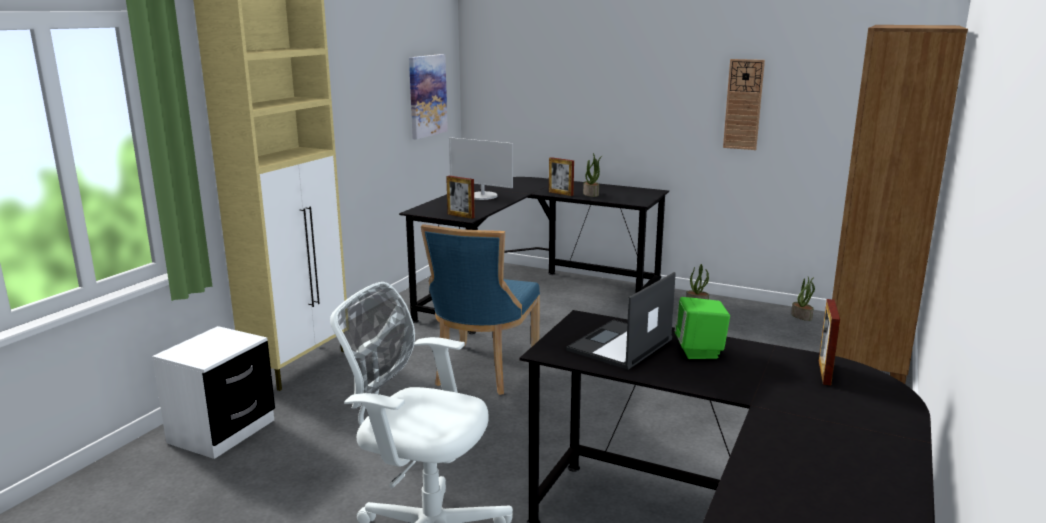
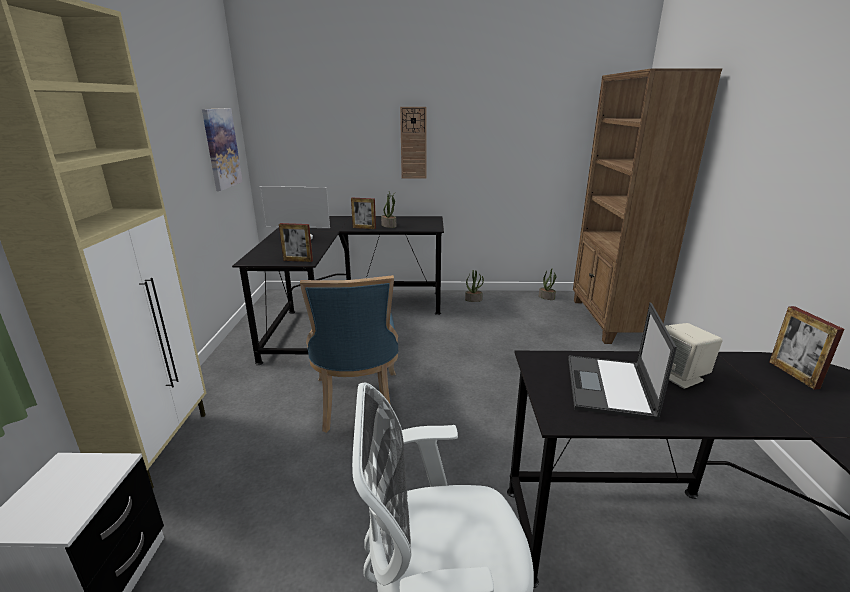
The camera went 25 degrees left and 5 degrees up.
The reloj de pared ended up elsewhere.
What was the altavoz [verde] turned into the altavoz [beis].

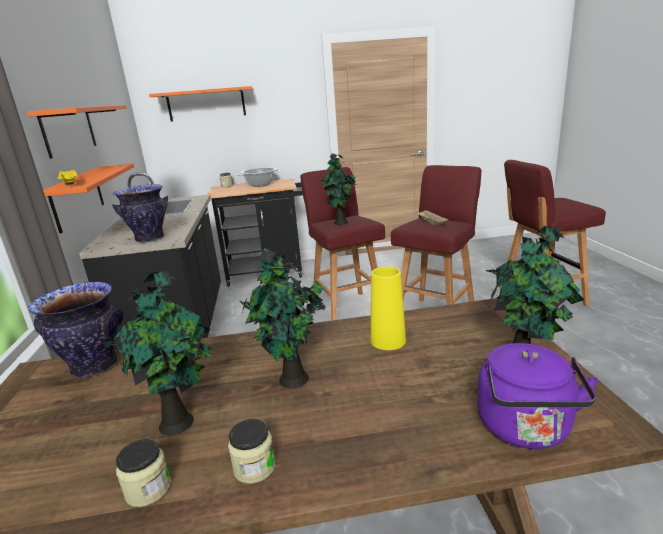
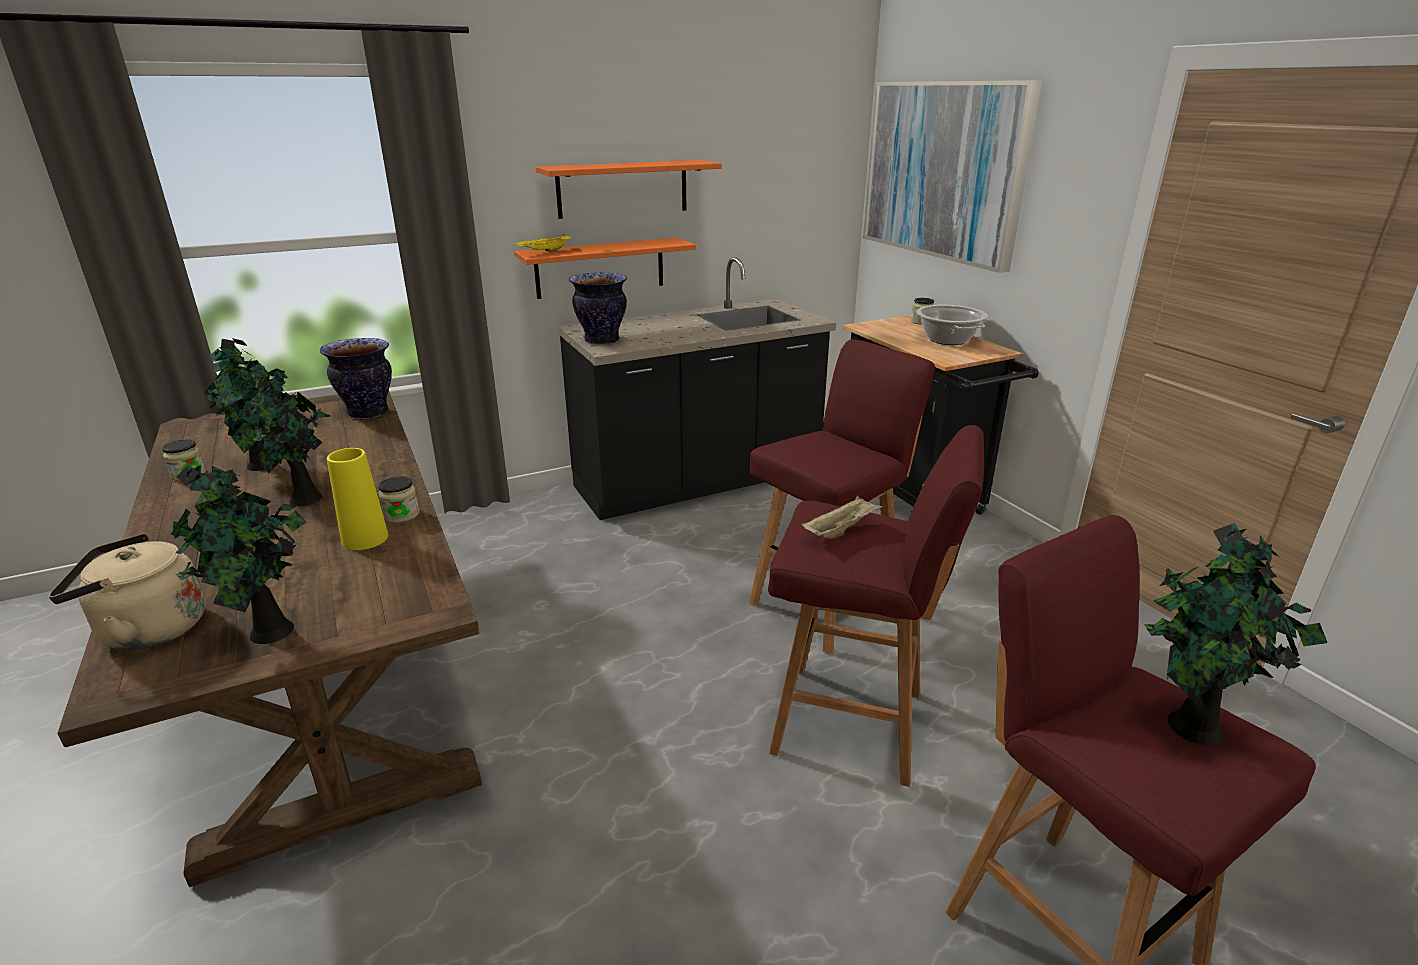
The camera went 70 degrees right and 5 degrees up.
What was the hervidor [morado] turned into the hervidor [beis].
The tarro (3rd from left in the first image) ended up elsewhere.
Where the estante [naranja] (3rd from left) hung, the cuadro came to hang.
The planta en maceta (3rd from left in the first image) ended up elsewhere.

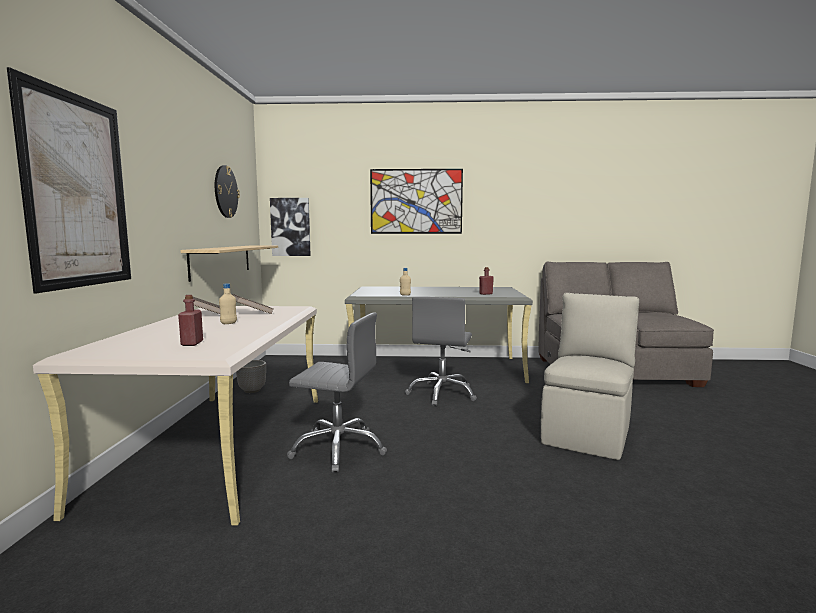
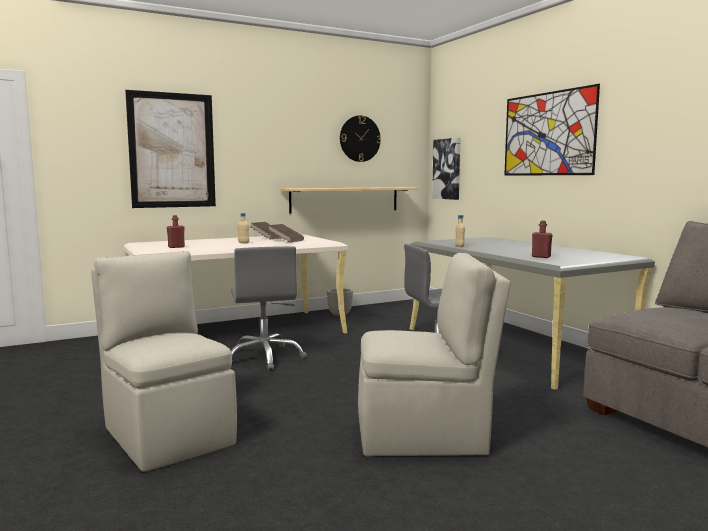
The camera went 60 degrees right and 0 degrees up.
The second view gained the silla [beis] (1st from left).

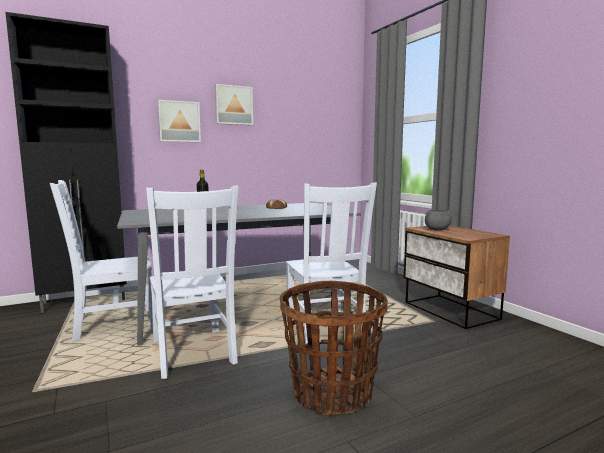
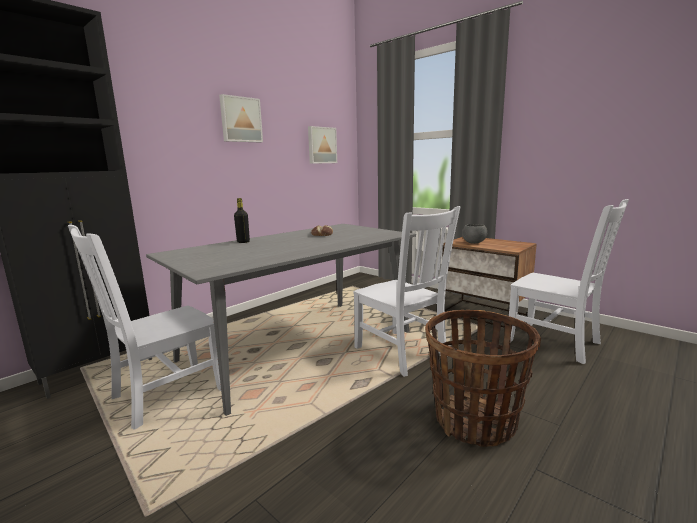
The camera went 20 degrees left and 5 degrees up.
The cuadro (1st from left in the first image) ended up elsewhere.
The silla [blanco] (2nd from left in the first image) ended up elsewhere.

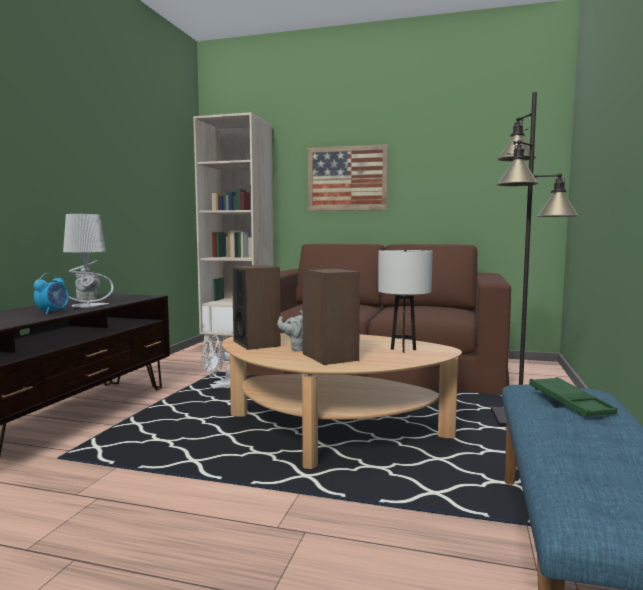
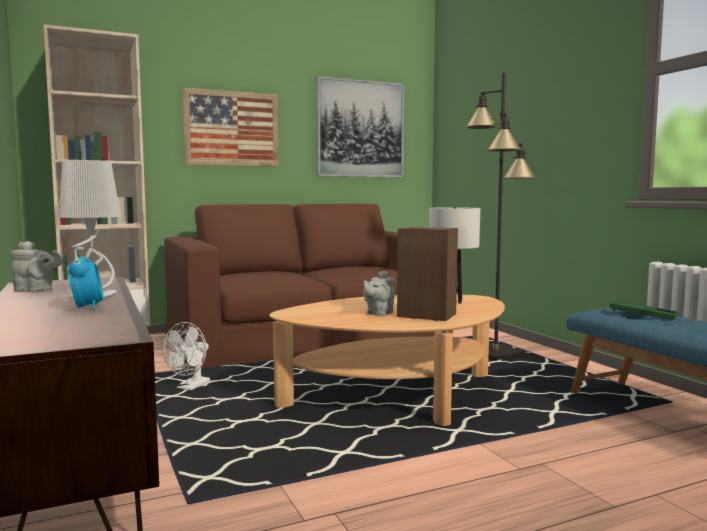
The camera went 40 degrees left and 0 degrees up.
The second view gained the cuadro (2nd from left).
The second view lost the altavoz (1st from left).

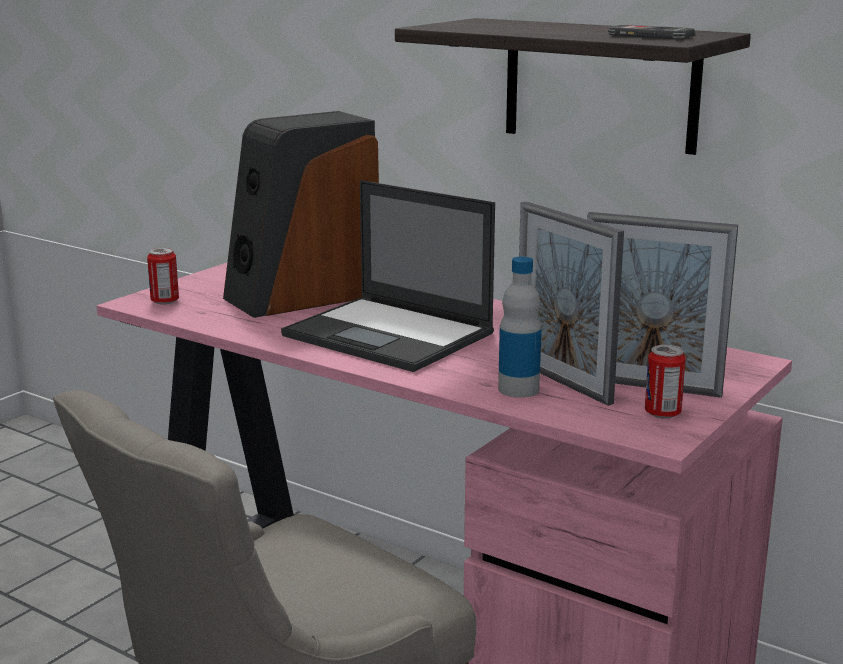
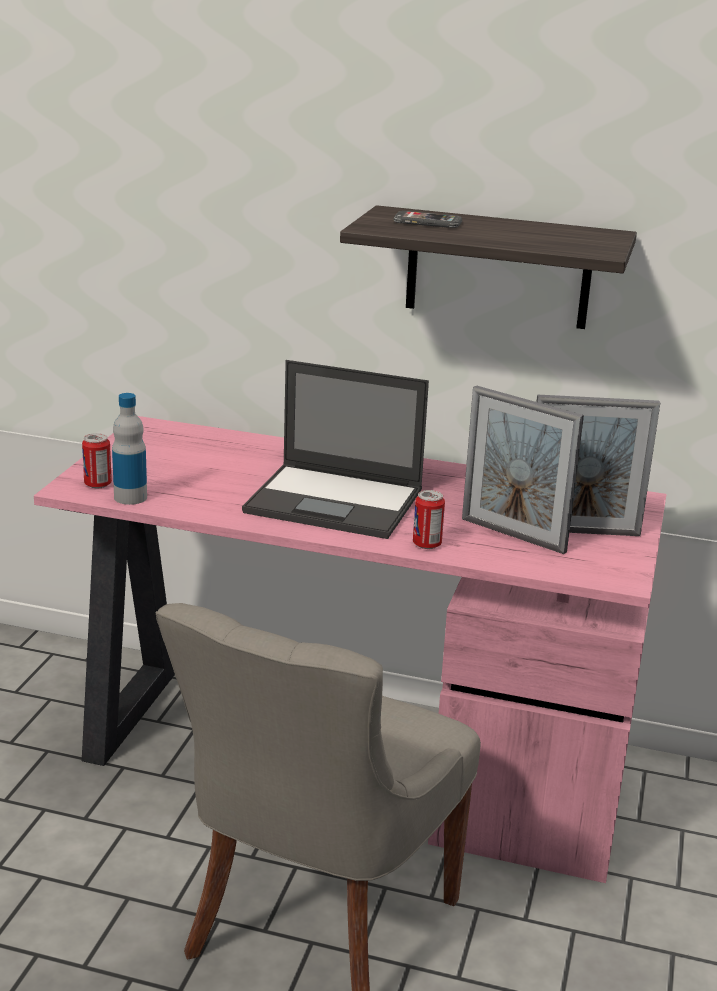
The camera went 20 degrees left and 5 degrees up.
The botella ended up elsewhere.
The móvil ended up elsewhere.
The lata (2nd from left) ended up elsewhere.
The second view lost the altavoz.

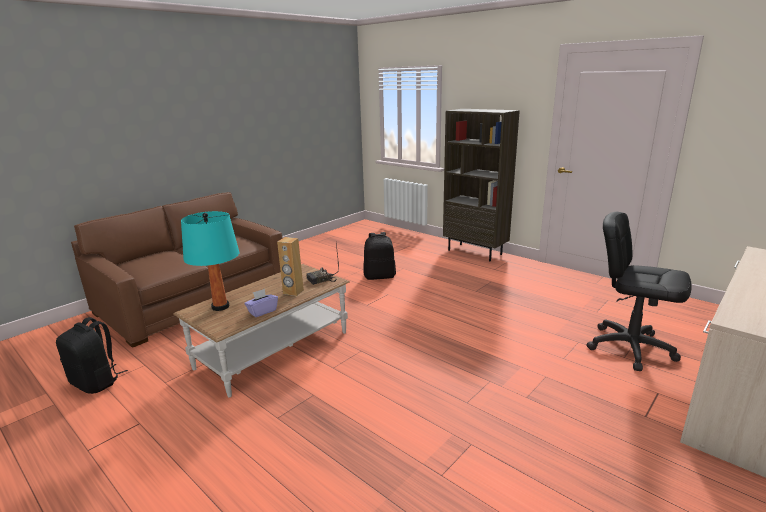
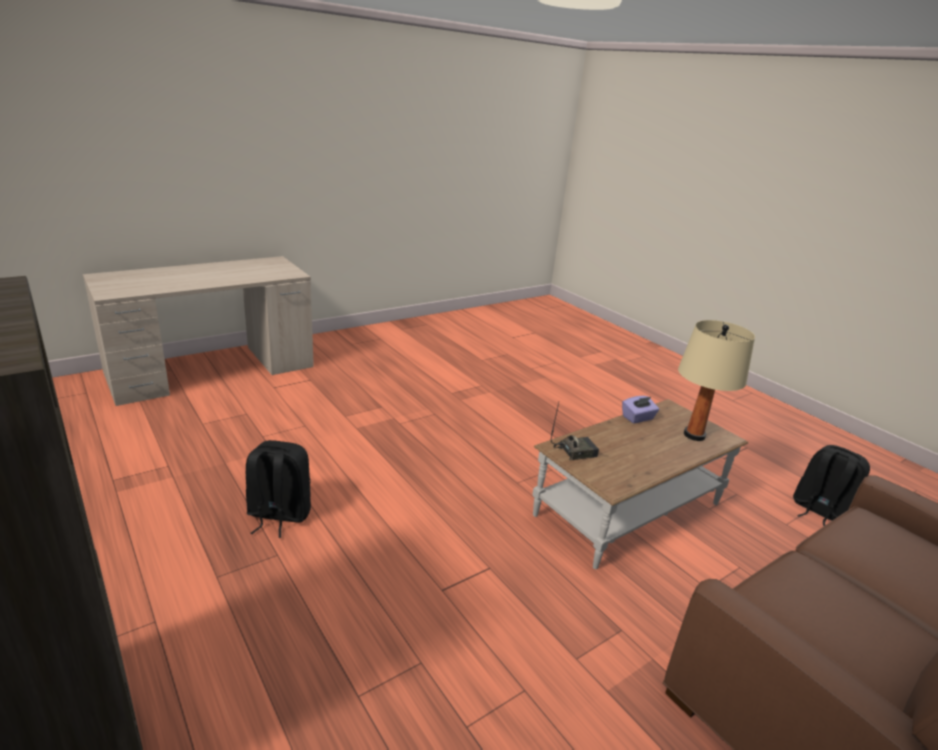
The camera went 170 degrees left and 5 degrees up.
The mochila [negro] (2nd from left in the first image) ended up elsewhere.
What was the lámpara de mesa [turquesa] turned into the lámpara de mesa [beis].
The second view lost the altavoz [marrón].
The second view lost the silla de oficina [negro].

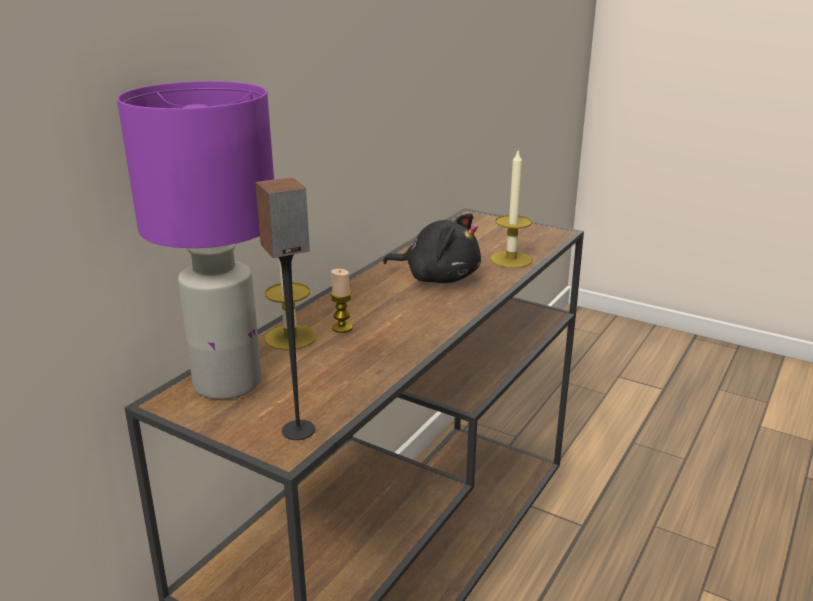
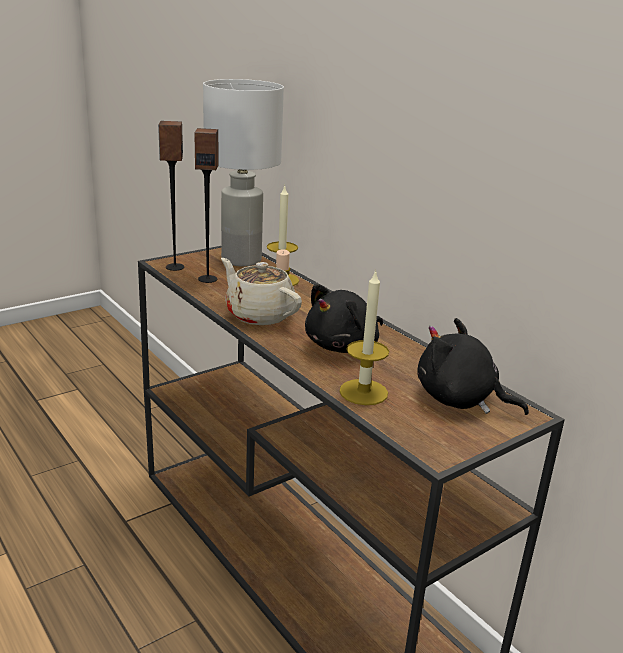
The camera went 110 degrees right and 0 degrees up.
The second view gained the altavoz (2nd from left).
What was the lámpara de mesa [morado] turned into the lámpara de mesa [blanco].
The second view gained the tetera [beis].
The second view gained the peluche [negro] (2nd from left).

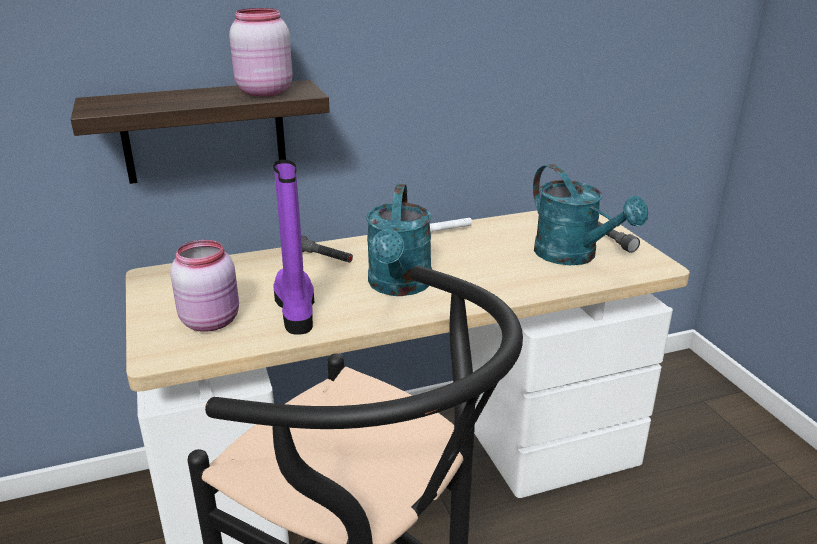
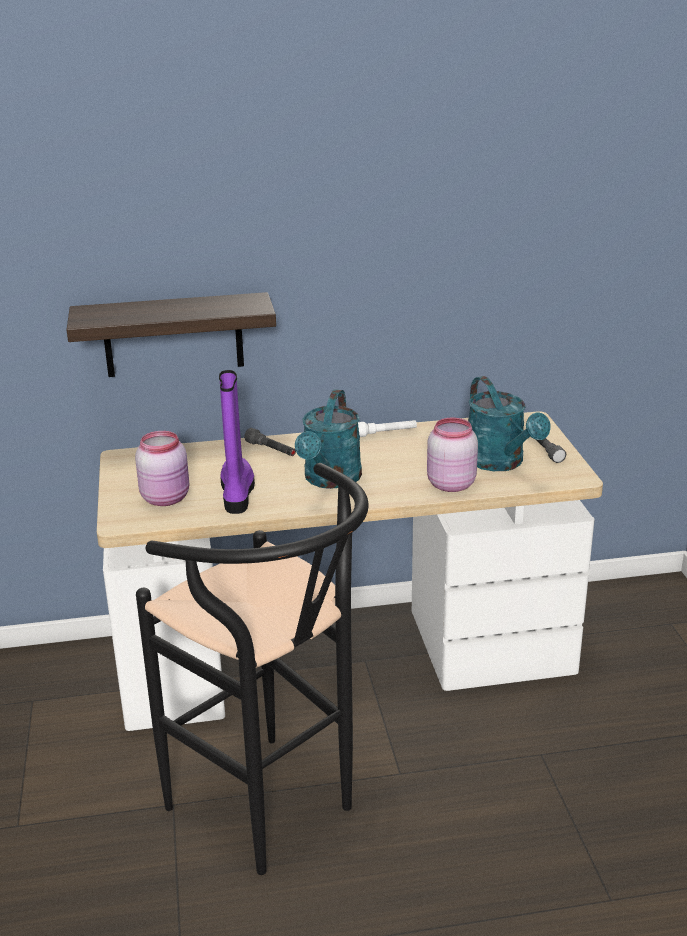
The camera went 10 degrees right and 0 degrees up.
The tarro [rosa] (2nd from left) ended up elsewhere.

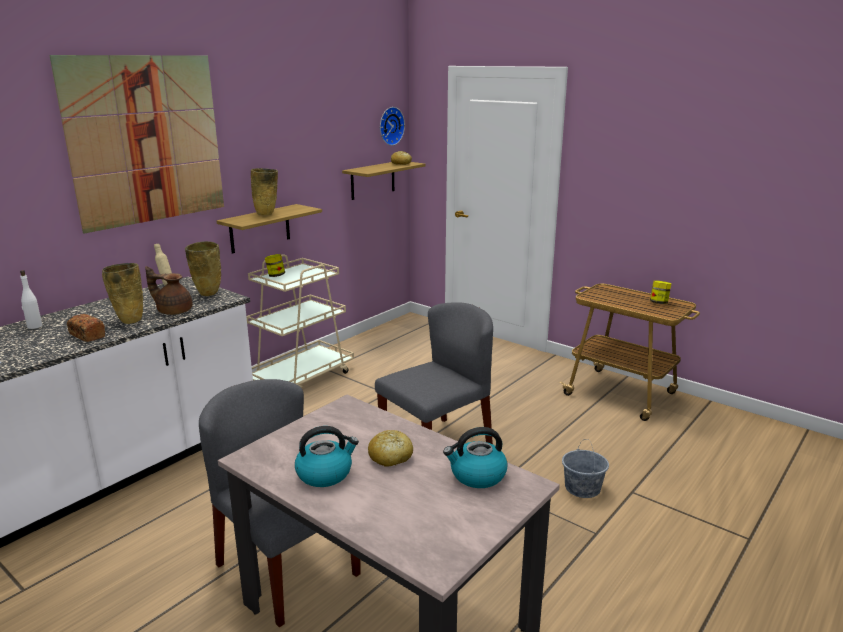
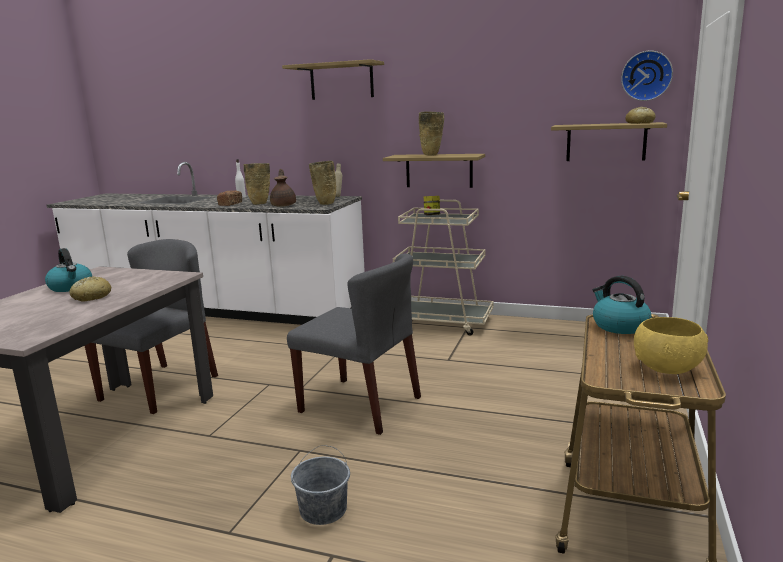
The camera went 70 degrees right and 5 degrees down.
Where the cuadro hung, the estante (1st from left) came to hang.
The hervidor (2nd from left) ended up elsewhere.
Where the tarro (2nd from left) stood, the cuenco [amarillo] came to stand.

